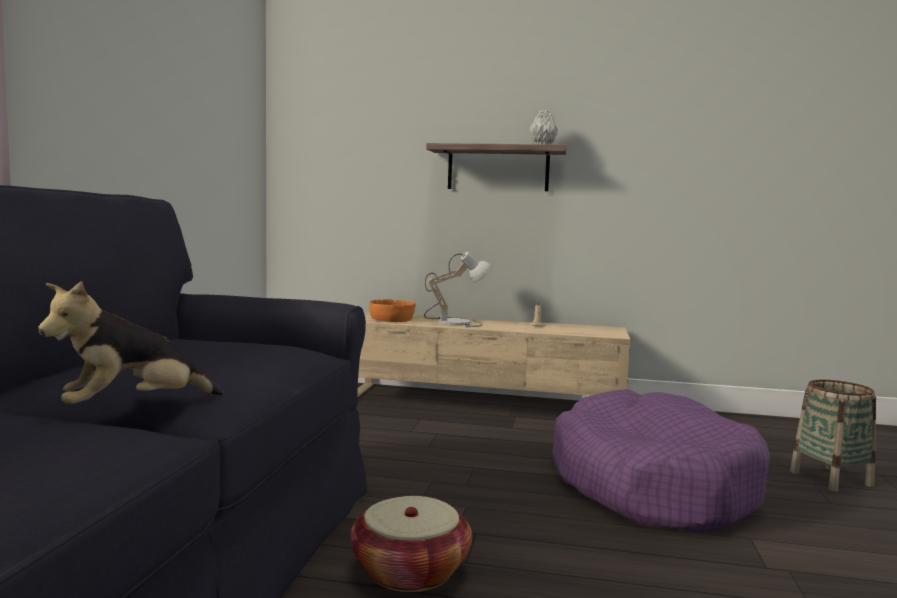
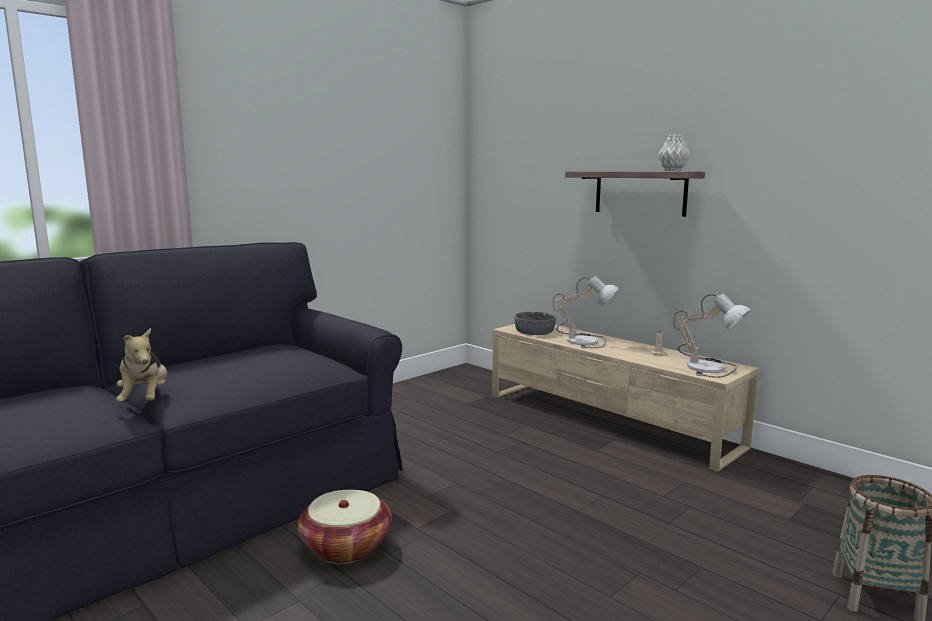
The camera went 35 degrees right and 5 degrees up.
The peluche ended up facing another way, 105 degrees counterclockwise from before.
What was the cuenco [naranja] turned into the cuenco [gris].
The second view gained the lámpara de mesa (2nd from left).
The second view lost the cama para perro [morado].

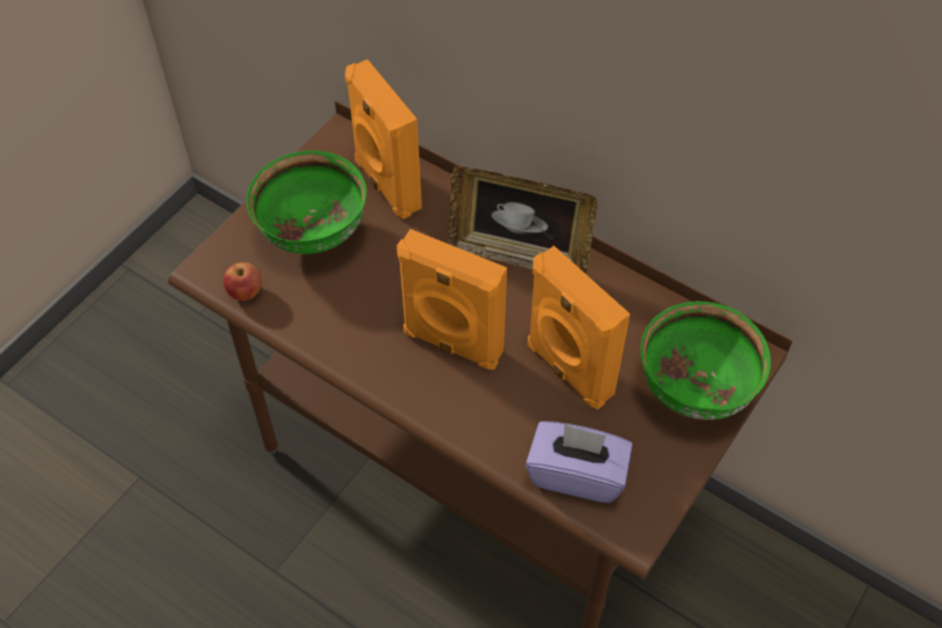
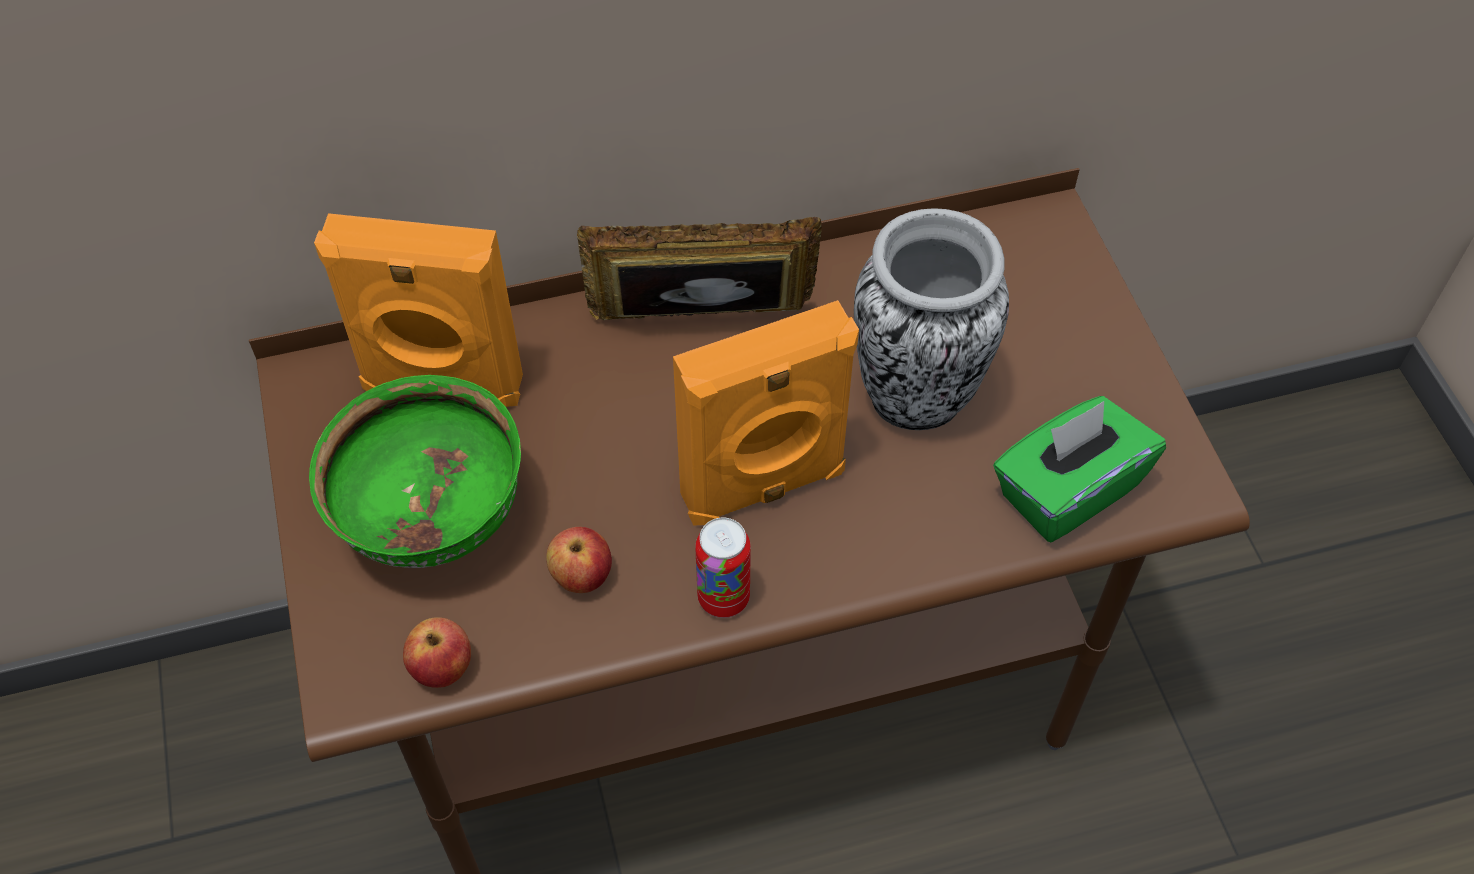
The camera went 50 degrees left and 0 degrees up.
The second view gained the manzana (2nd from left).
The portarretratos ended up facing another way, 150 degrees counterclockwise from before.
The second view gained the lata.
Where the altavoz [naranja] (3rd from left) stood, the florero came to stand.
What was the caja de pañuelos [morado] turned into the caja de pañuelos [verde].
The second view lost the cuenco [verde] (2nd from left).

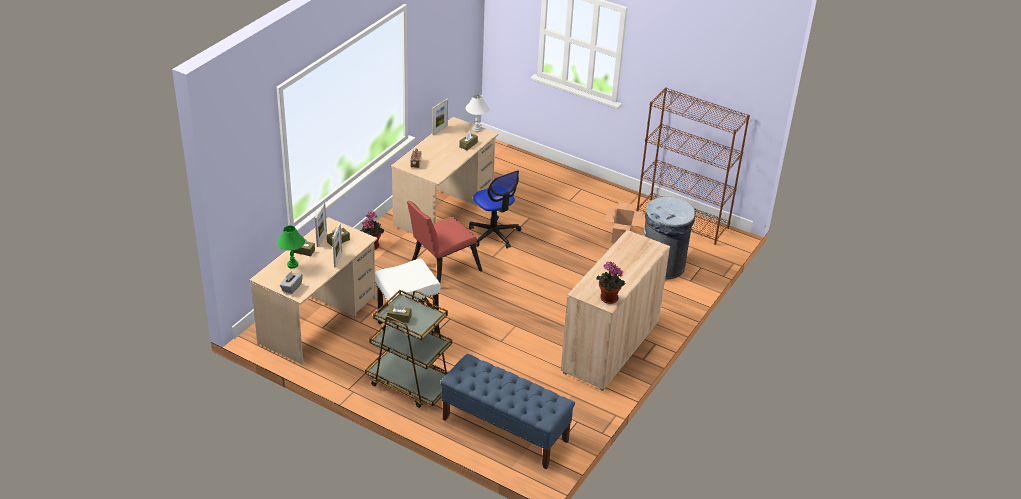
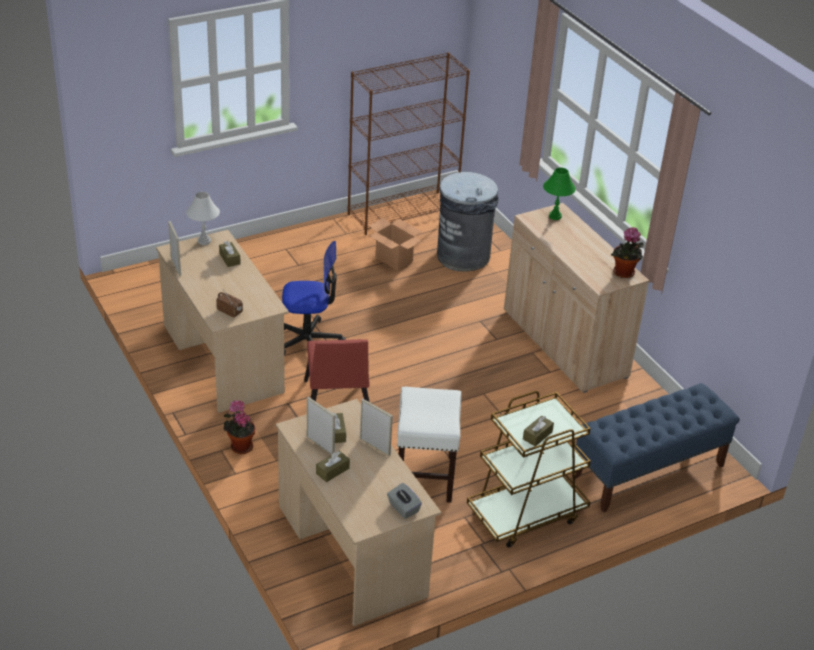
The camera went 60 degrees left and 0 degrees up.
The lámpara de mesa [verde] ended up elsewhere.

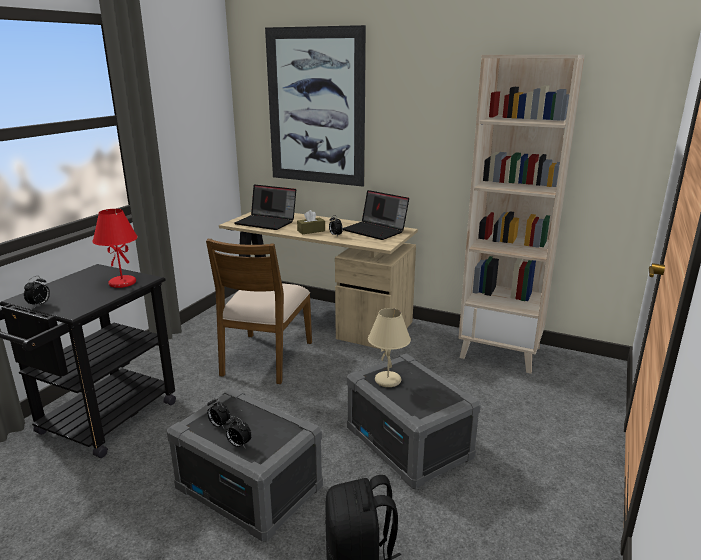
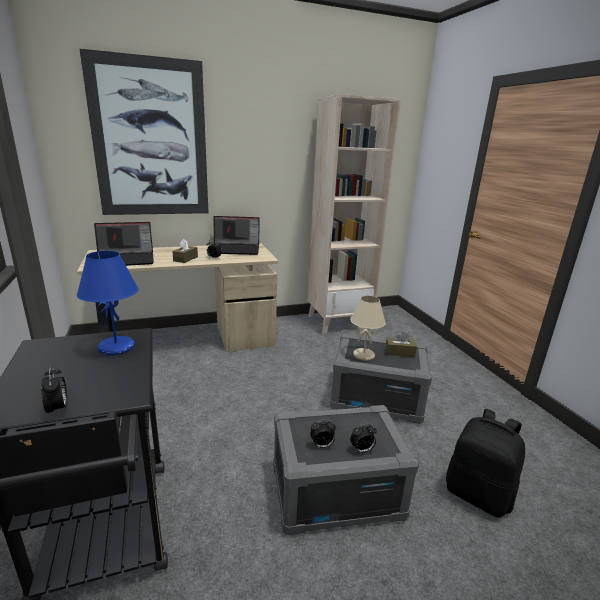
The camera went 45 degrees left and 0 degrees up.
What was the lámpara de mesa [rojo] turned into the lámpara de mesa [azul].
The second view gained the caja de pañuelos [marrón] (2nd from left).
The second view lost the silla [marrón].

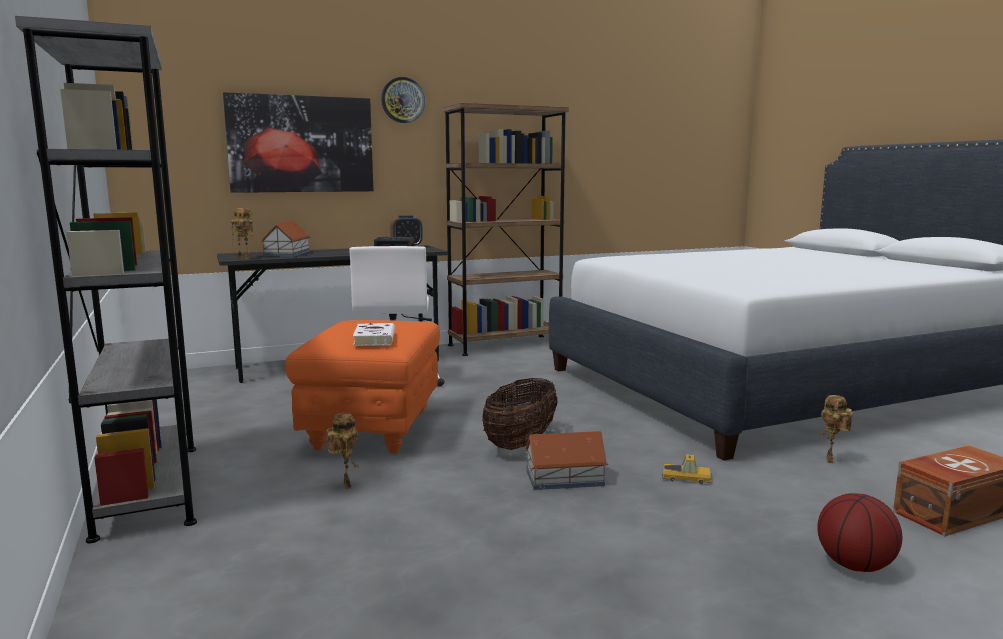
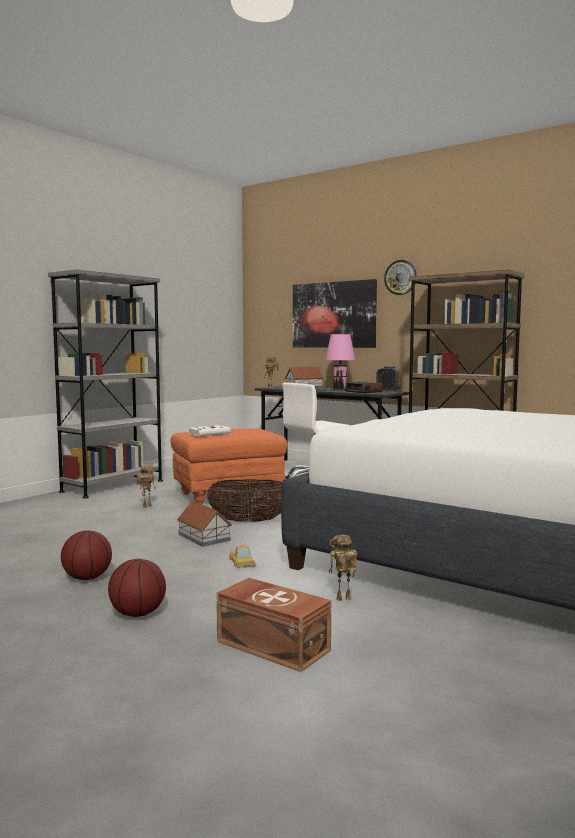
The camera went 60 degrees right and 5 degrees down.
The second view gained the balón de baloncesto (1st from left).
The second view gained the lámpara de mesa [rosa].

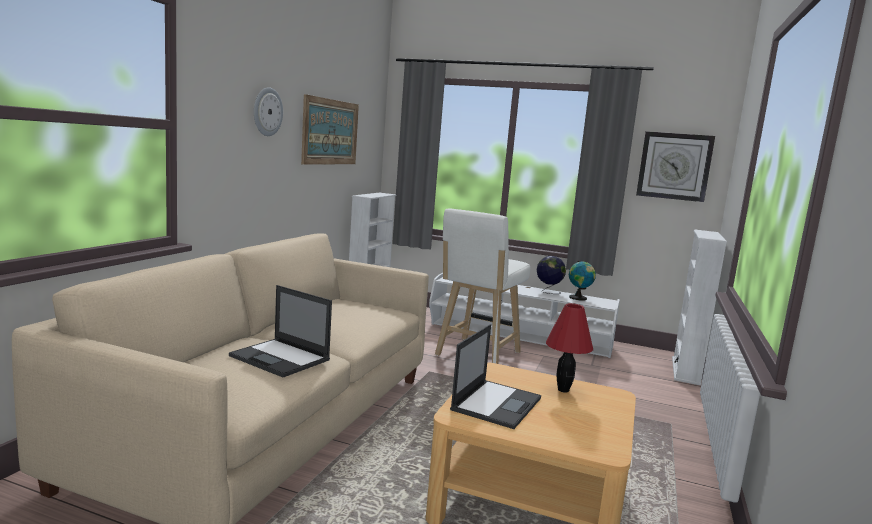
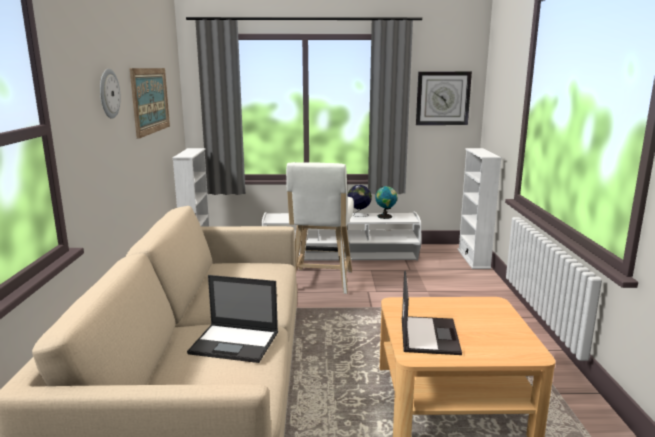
The camera went 20 degrees left and 5 degrees up.
The second view lost the lámpara de mesa [rojo].

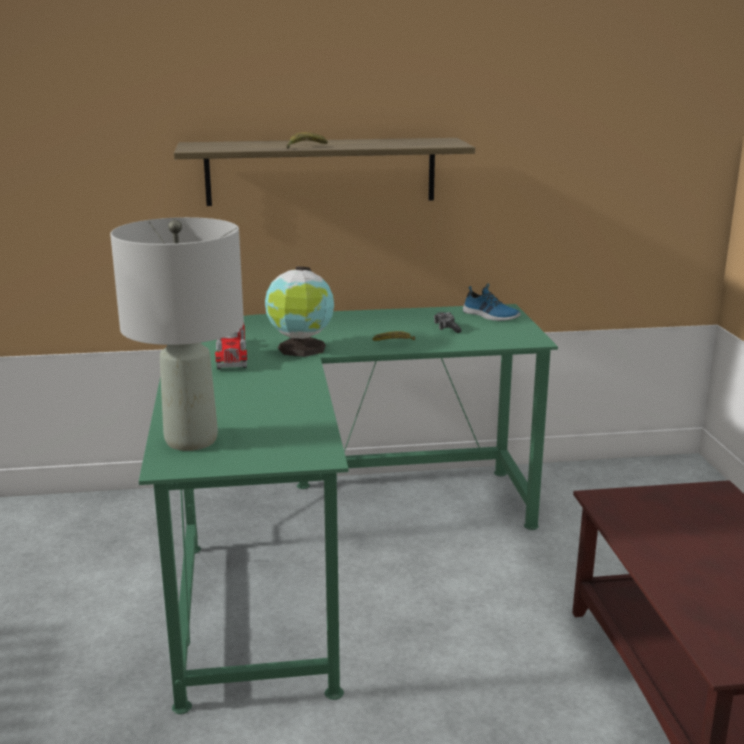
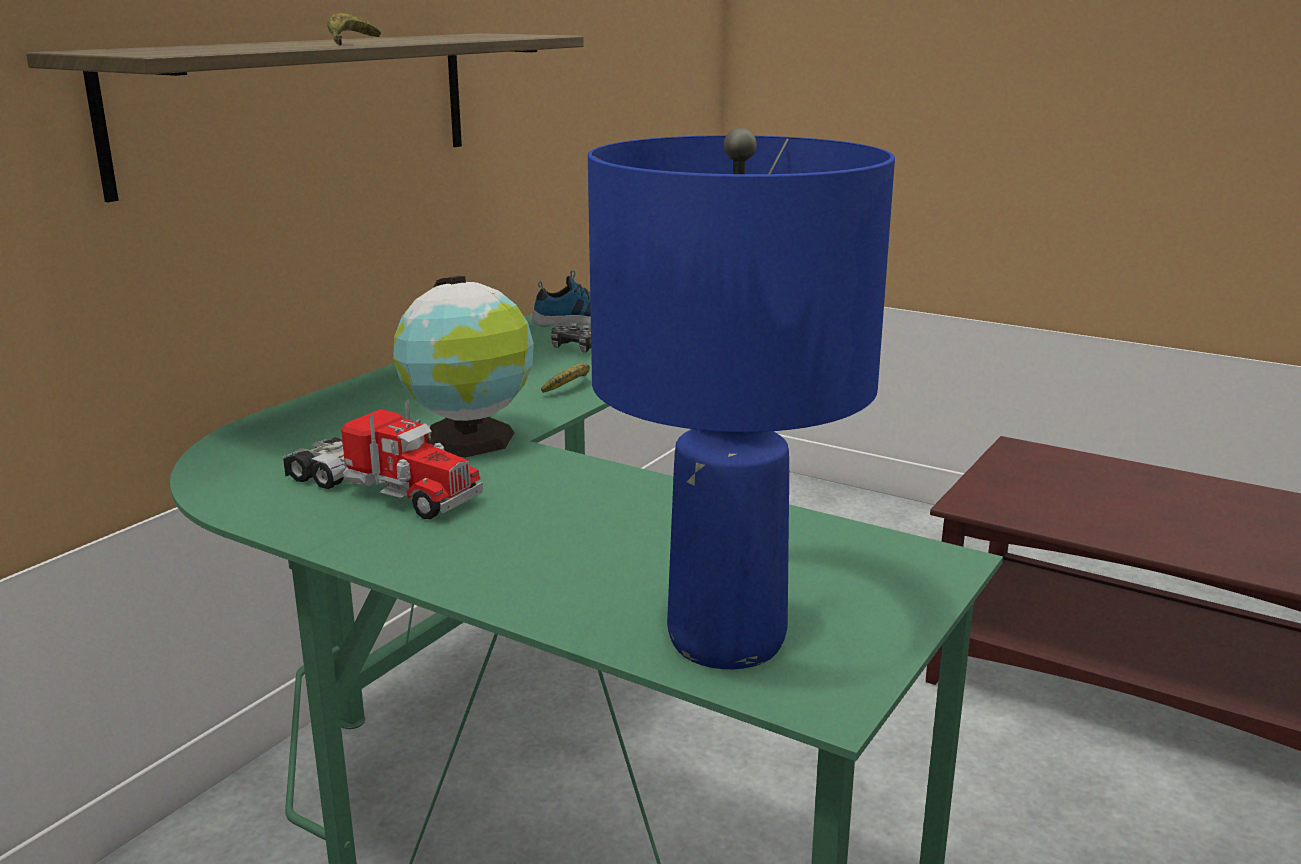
The camera went 50 degrees left and 0 degrees up.
What was the lámpara de mesa [gris] turned into the lámpara de mesa [azul].

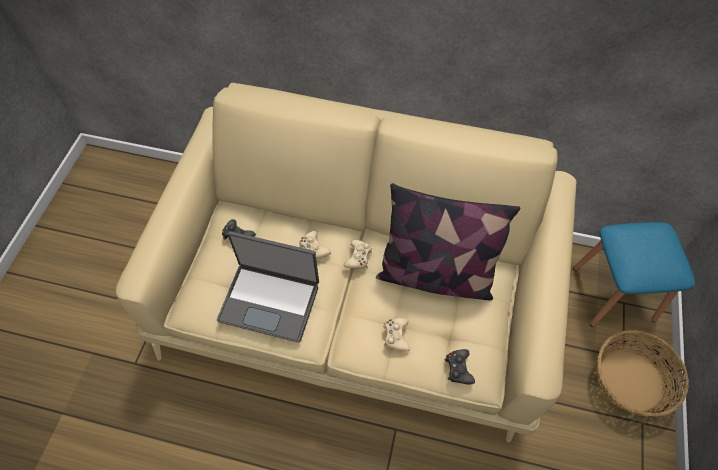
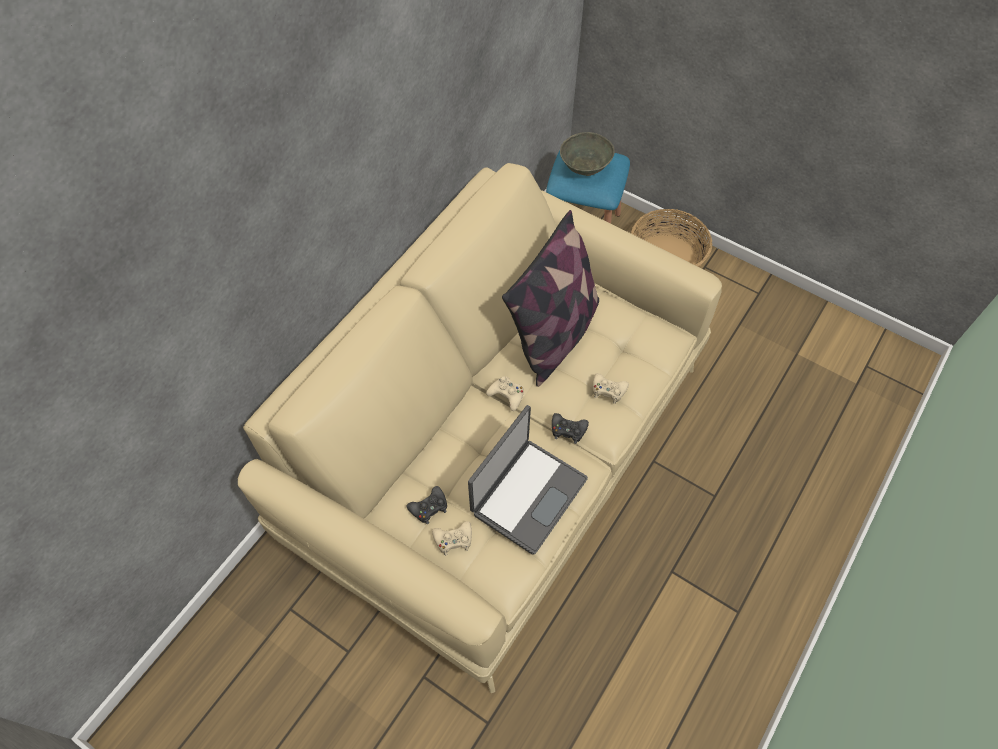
The camera went 70 degrees left and 0 degrees up.
The mando de consola [beis] (1st from left) ended up elsewhere.
The mando de consola [negro] (2nd from left) ended up elsewhere.
The second view gained the cuenco [gris].

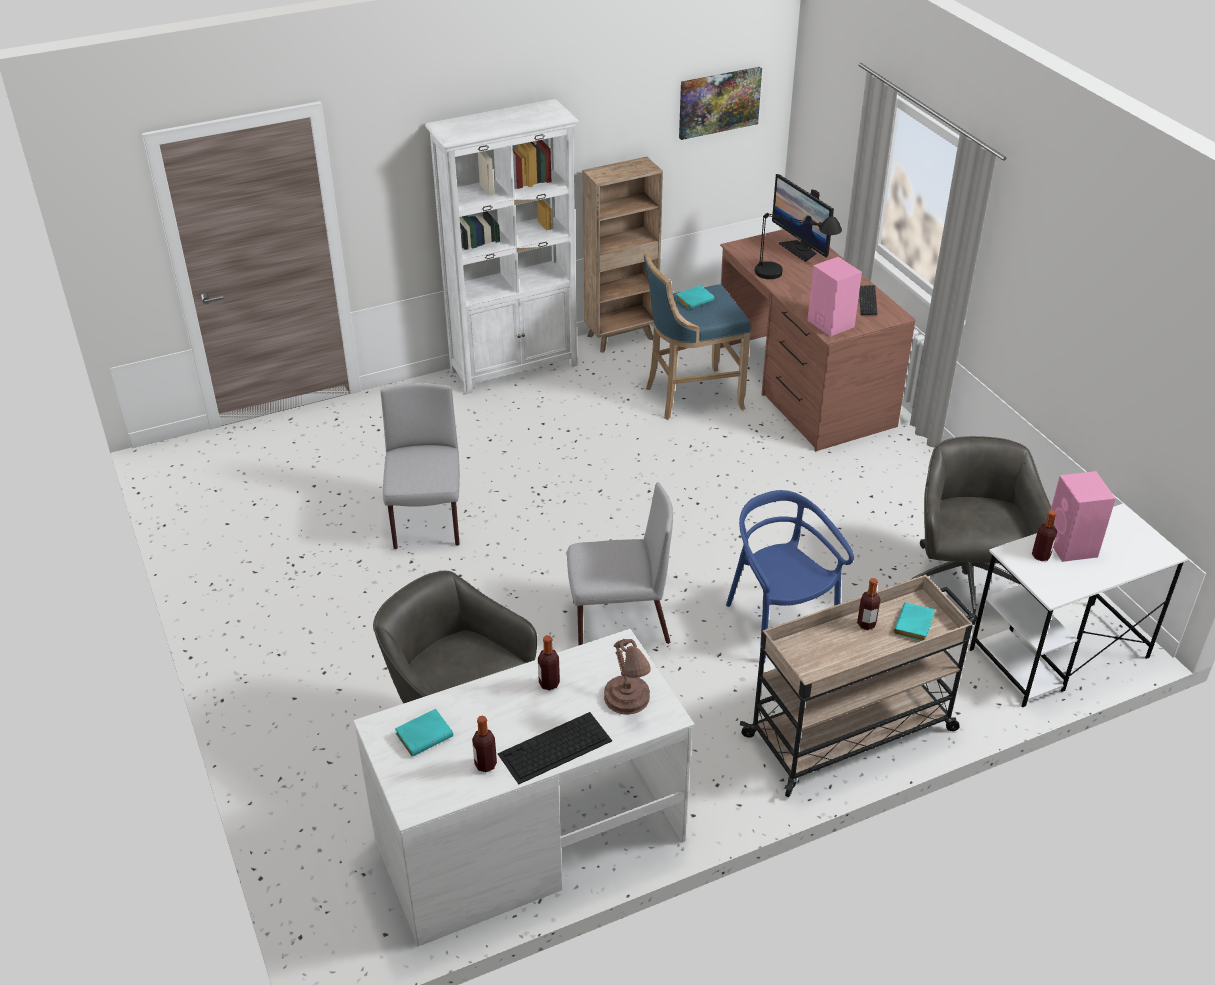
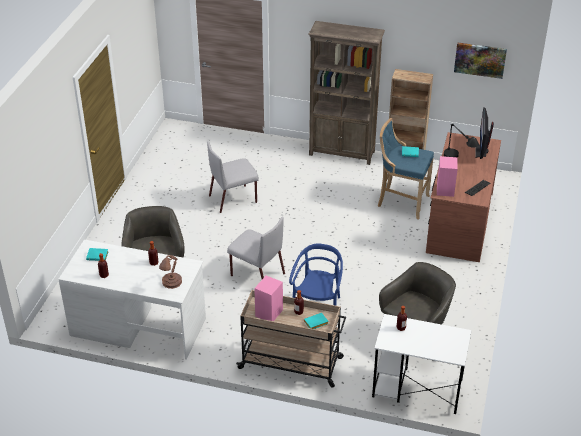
The camera went 40 degrees right and 0 degrees up.
The silla [gris] (1st from left) ended up facing another way, 150 degrees counterclockwise from before.
The altavoz [rosa] (2nd from left in the first image) ended up elsewhere.
What was the estantería [blanco] turned into the estantería [marrón] (1st from left).
The second view lost the teclado (1st from left).

